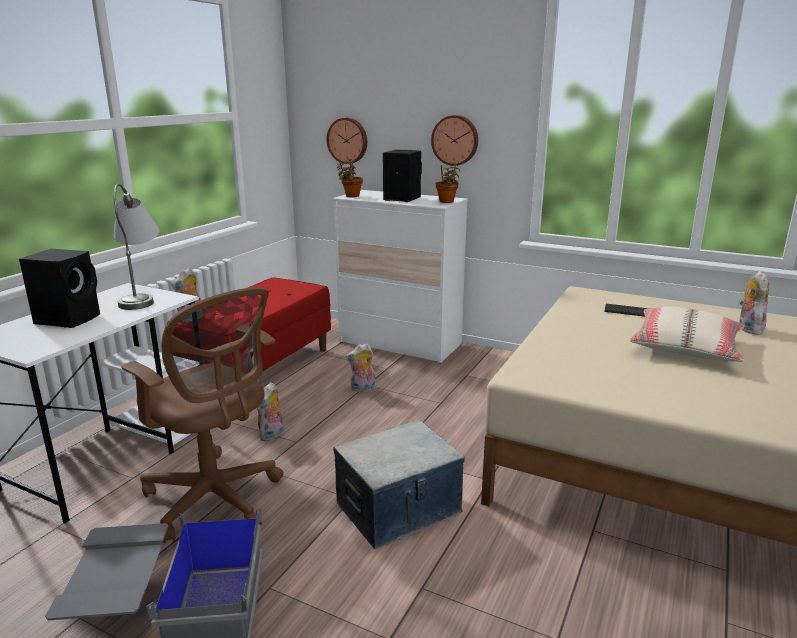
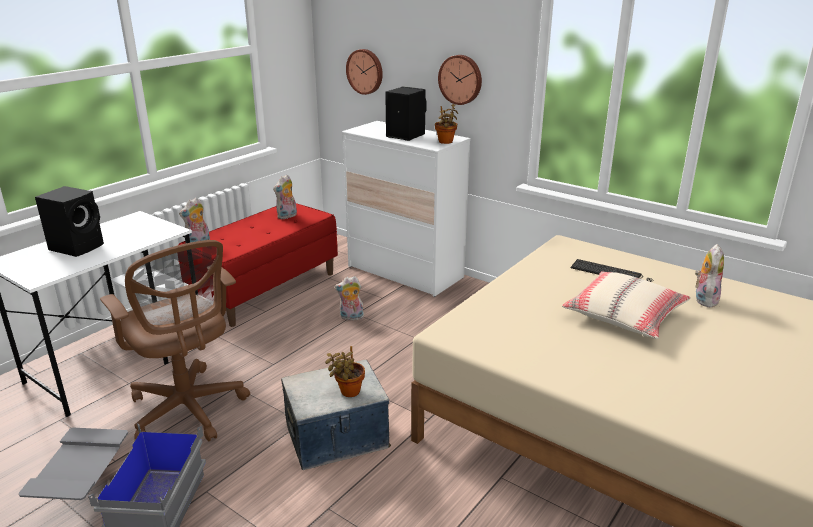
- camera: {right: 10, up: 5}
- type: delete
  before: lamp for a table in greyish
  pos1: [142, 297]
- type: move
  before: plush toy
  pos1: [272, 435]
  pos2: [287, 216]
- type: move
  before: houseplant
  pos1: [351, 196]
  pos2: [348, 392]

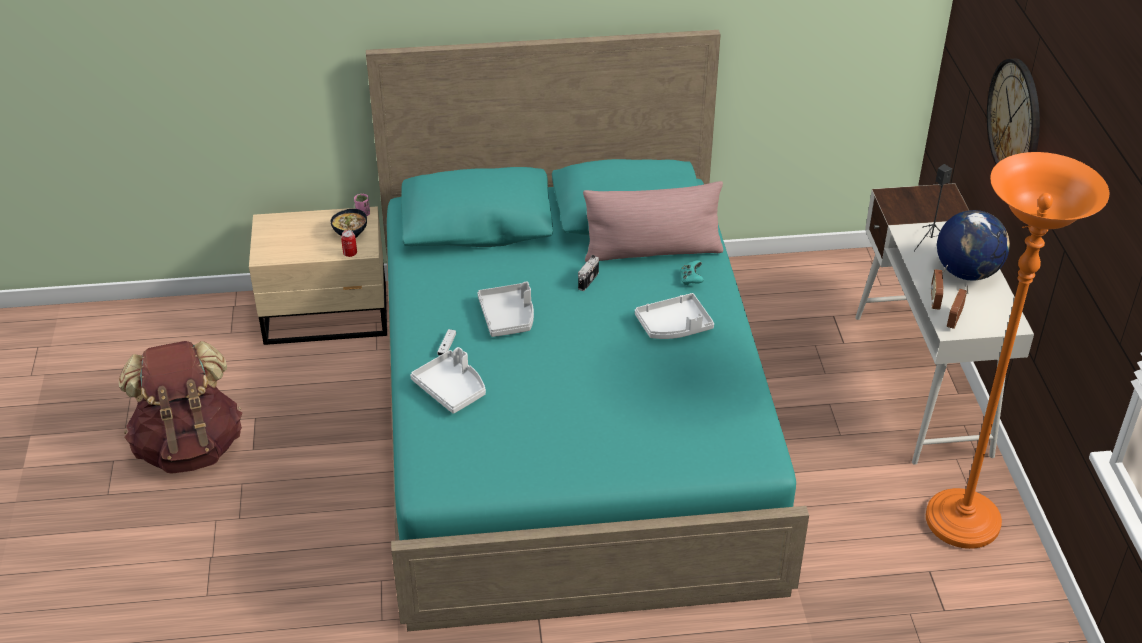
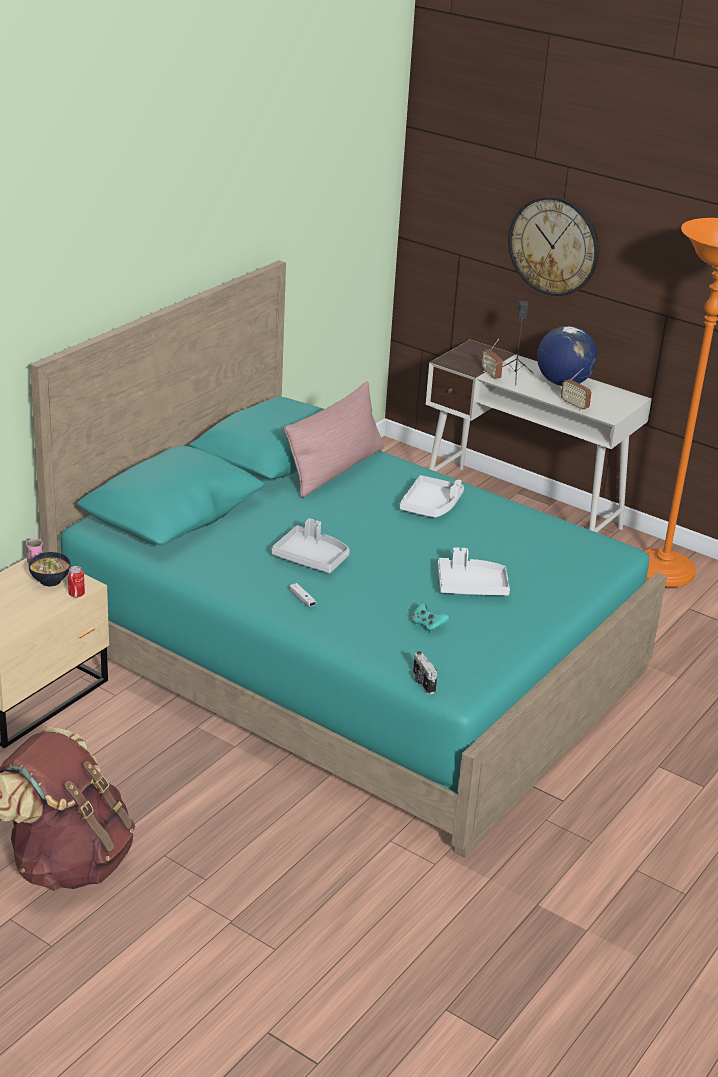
- camera: {right: -50, up: -10}
- type: move
  before: carrying tray in white-coloured
  pos1: [451, 389]
  pos2: [471, 586]
- type: move
  before: still camera
  pos1: [587, 280]
  pos2: [422, 682]
- type: move
  before: game controller in blue-green
  pos1: [691, 279]
  pos2: [427, 625]
- type: move
  before: radio receiver
  pos1: [954, 320]
  pos2: [491, 375]

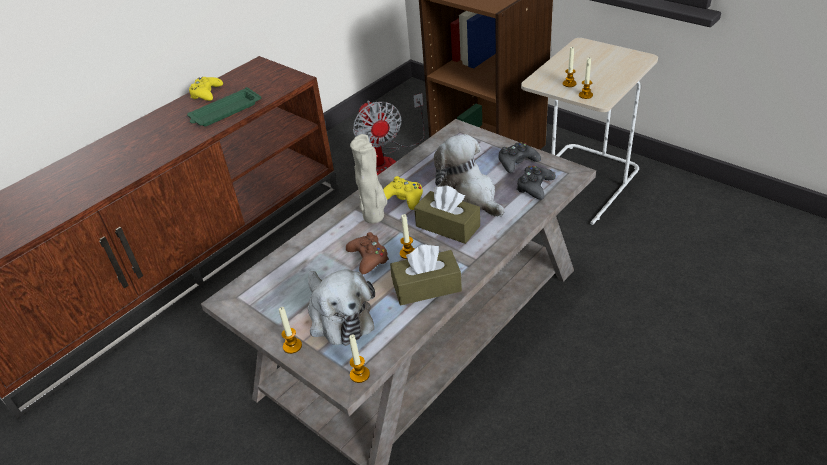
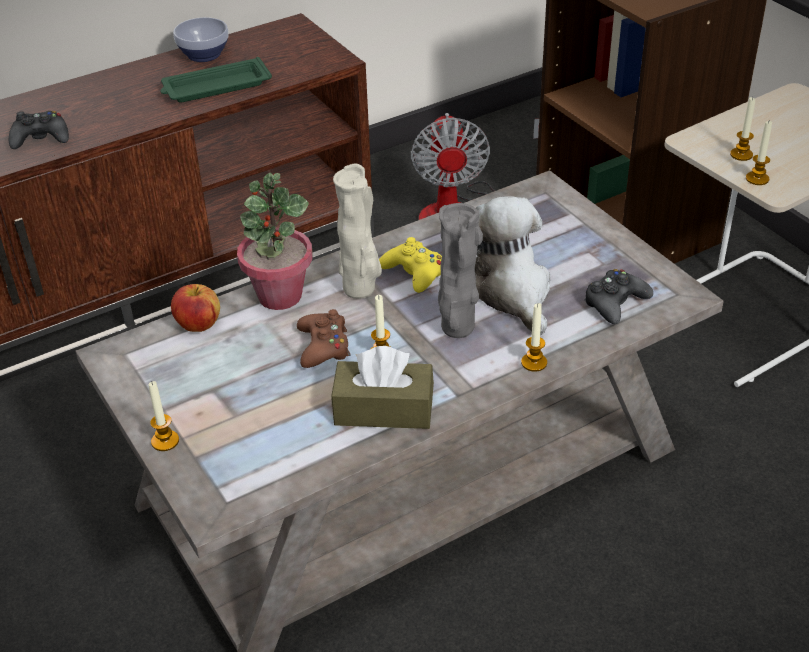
- camera: {right: 15, up: 0}
- type: replace
  before: game controller in yellow-coloured
  after: bowl
  pos1: [206, 93]
  pos2: [203, 54]
- type: delete
  before: plush toy
  pos1: [338, 316]
- type: move
  before: candle
  pos1: [359, 374]
  pos2: [534, 363]
- type: replace
  before: tissue holder in brown-coloured
  after: vase in greyish
  pos1: [448, 226]
  pos2: [457, 329]
- type: move
  before: game controller in blackish
  pos1: [517, 162]
  pos2: [40, 138]
- type: insert
  after: apple fruit
  pos2: [198, 324]
- type: insert
  after: houseplant
  pos2: [279, 295]

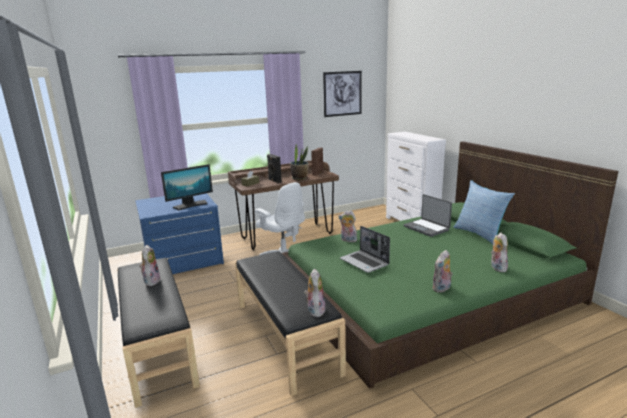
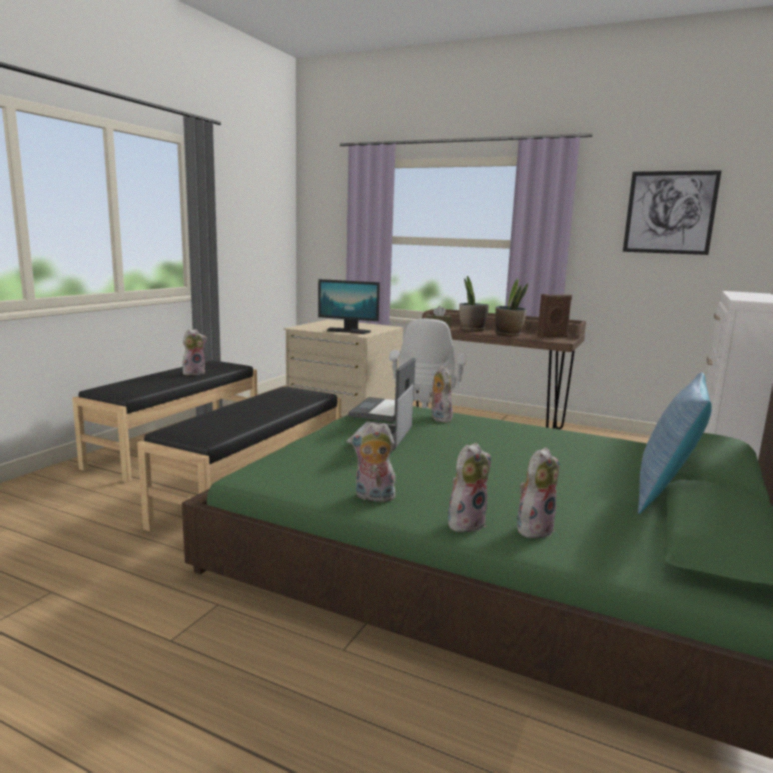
- camera: {right: 50, up: -5}
- type: recolor
  before: chest of drawers in blue
  after: chest of drawers in beige-coloured
  pos1: [183, 260]
  pos2: [343, 405]
- type: replace
  before: loudspeaker in blackish
  after: houseplant
  pos1: [274, 181]
  pos2: [472, 330]
- type: move
  before: plush toy
  pos1: [315, 310]
  pos2: [465, 522]
- type: move
  before: portable computer
  pos1: [427, 228]
  pos2: [383, 411]

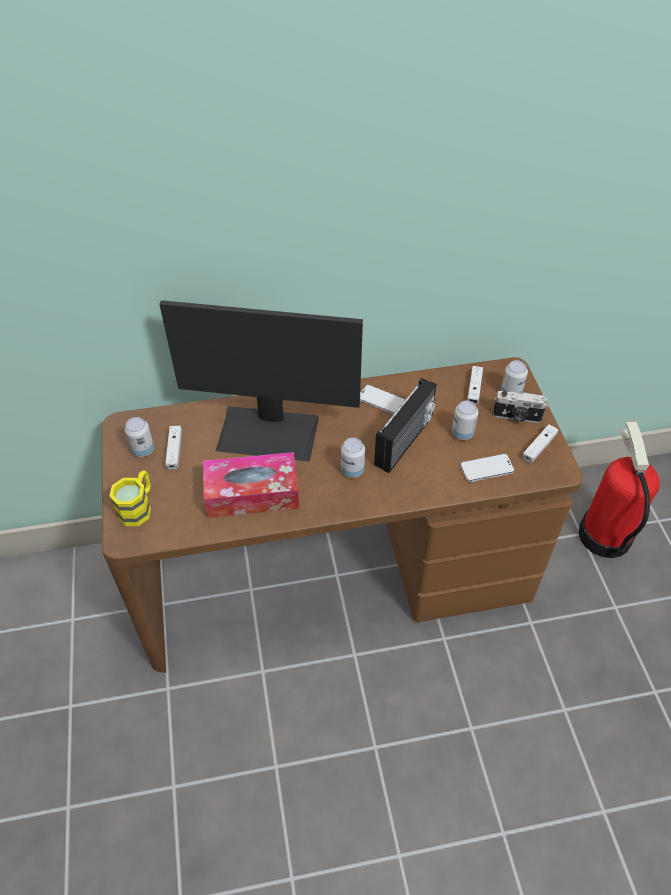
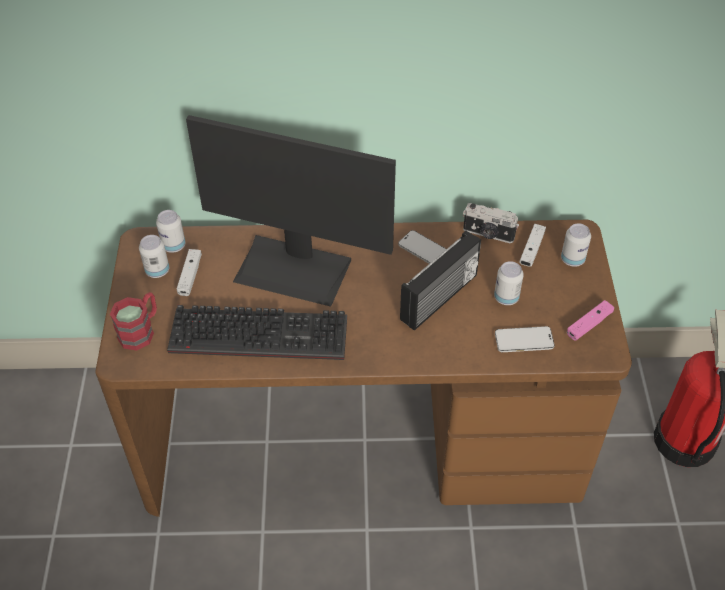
- camera: {right: 10, up: 0}
- type: recolor
  before: coffee mug in yellow-coloured
  after: coffee mug in red
  pos1: [138, 507]
  pos2: [141, 330]
- type: replace
  before: tissue holder
  after: PC keyboard
  pos1: [252, 494]
  pos2: [262, 333]
- type: move
  before: metal can
  pos1: [352, 470]
  pos2: [173, 246]
- type: move
  before: still camera
  pos1: [517, 417]
  pos2: [488, 234]
- type: recolor
  before: game controller in white-coloured
  after: game controller in pink-coloured
  pos1: [539, 447]
  pos2: [589, 324]

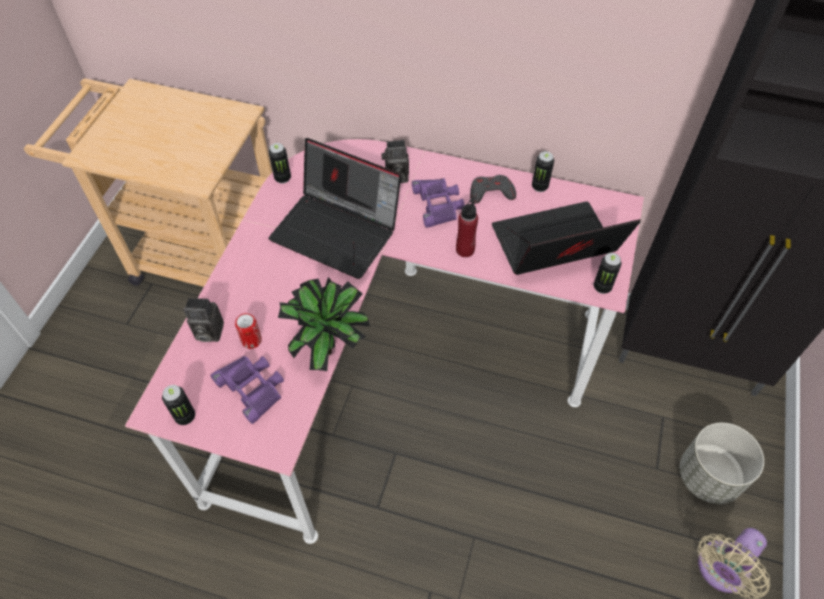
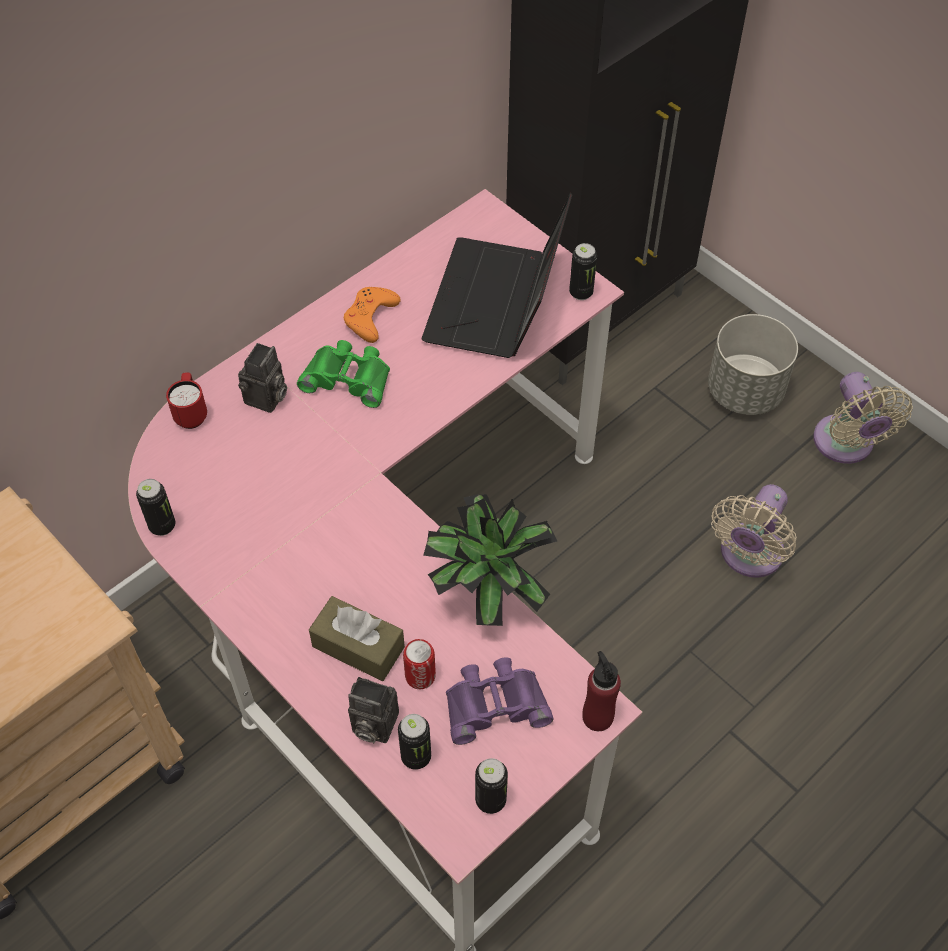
- camera: {right: -60, up: 0}
- type: rotate
  before: still camera
  pos1: [207, 332]
  pos2: [372, 724]
  turn: 75
- type: delete
  before: portable computer
  pos1: [338, 231]
- type: recolor
  before: pair of binoculars in purplish
  after: pair of binoculars in green
  pos1: [438, 204]
  pos2: [348, 378]
- type: move
  before: beverage bottle in red
  pos1: [465, 250]
  pos2: [597, 716]
- type: recolor
  before: game controller in greyish
  after: game controller in orange
  pos1: [491, 192]
  pos2: [370, 317]
- type: move
  before: metal can
  pos1: [539, 187]
  pos2: [416, 757]
- type: insert
  after: coffee mug in red
  pos2: [191, 413]
- type: insert
  after: tissue holder in brown-coloured
  pos2: [358, 646]
- type: insert
  after: cooling fan in beige-coloured
  pos2: [748, 556]

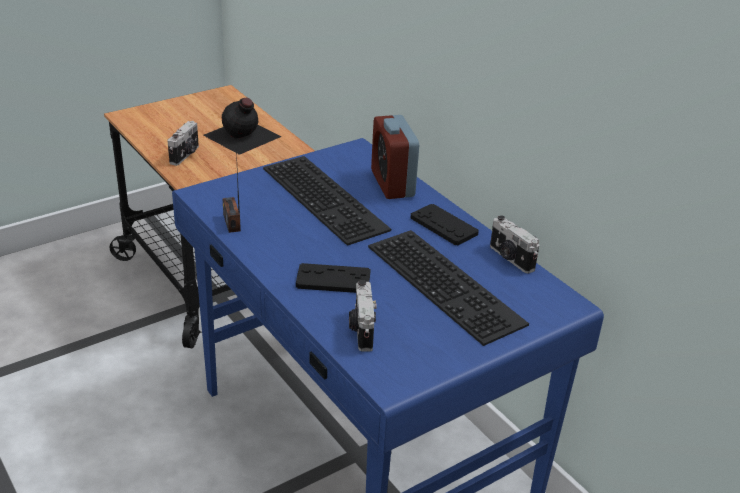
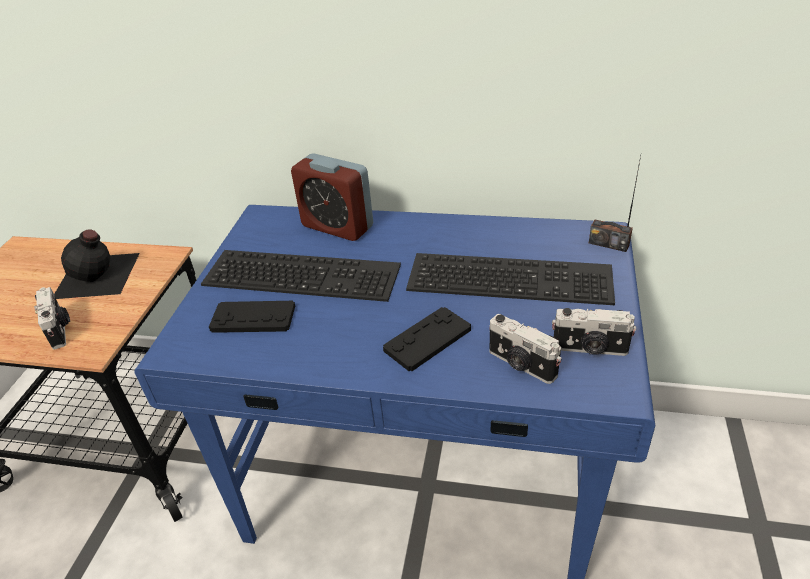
- camera: {right: -40, up: 5}
- type: move
  before: radio receiver
  pos1: [232, 222]
  pos2: [609, 244]
- type: move
  before: game controller in blackish
  pos1: [443, 226]
  pos2: [253, 318]
- type: move
  before: still camera
  pos1: [510, 258]
  pos2: [590, 349]

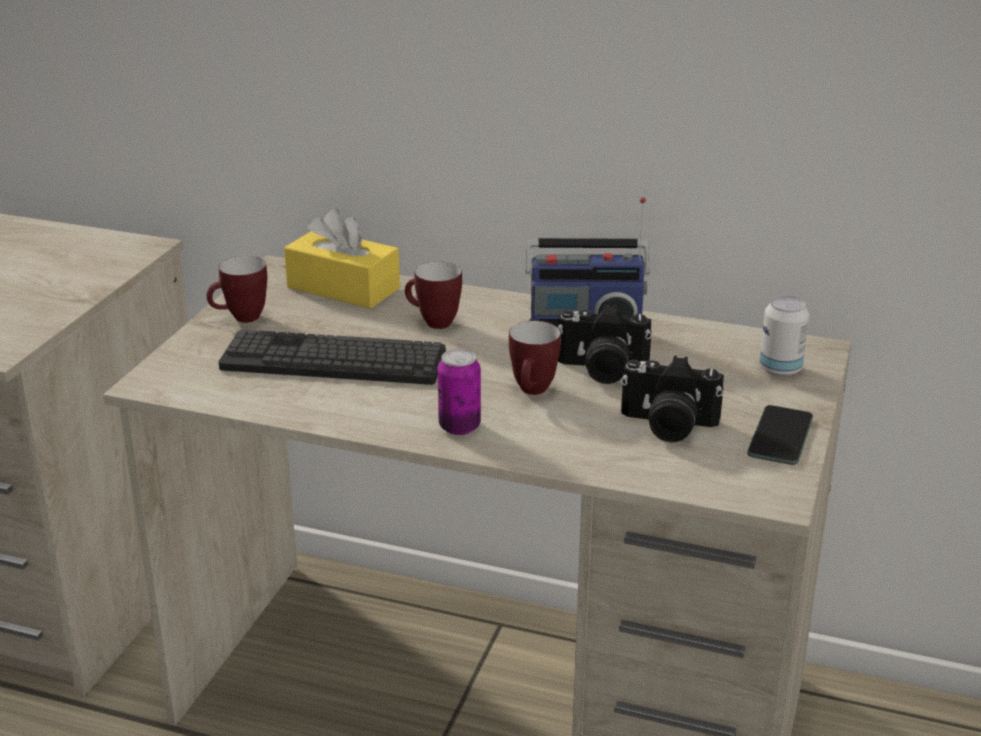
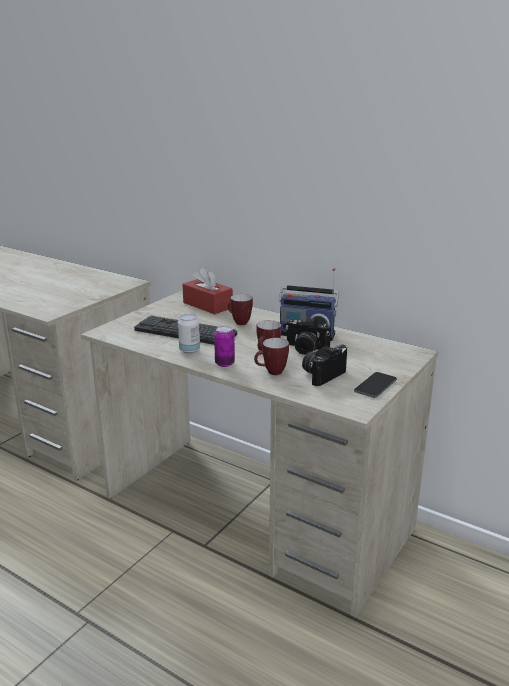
- camera: {right: 15, up: -5}
- type: move
  before: coffee mug
  pos1: [240, 319]
  pos2: [271, 372]
- type: recolor
  before: tissue holder in yellow-coloured
  after: tissue holder in red
  pos1: [343, 288]
  pos2: [207, 305]
- type: rotate
  before: still camera
  pos1: [667, 426]
  pos2: [322, 375]
  turn: 105
- type: move
  before: metal can
  pos1: [780, 369]
  pos2: [189, 350]

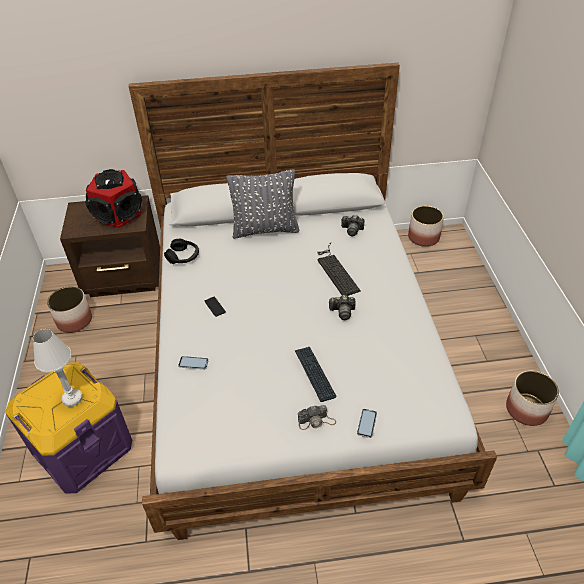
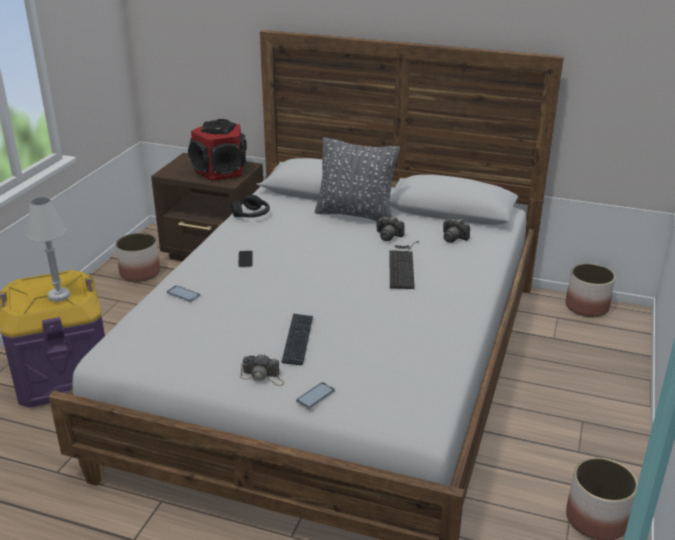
- camera: {right: 25, up: -15}
- type: move
  before: still camera
  pos1: [342, 312]
  pos2: [388, 236]

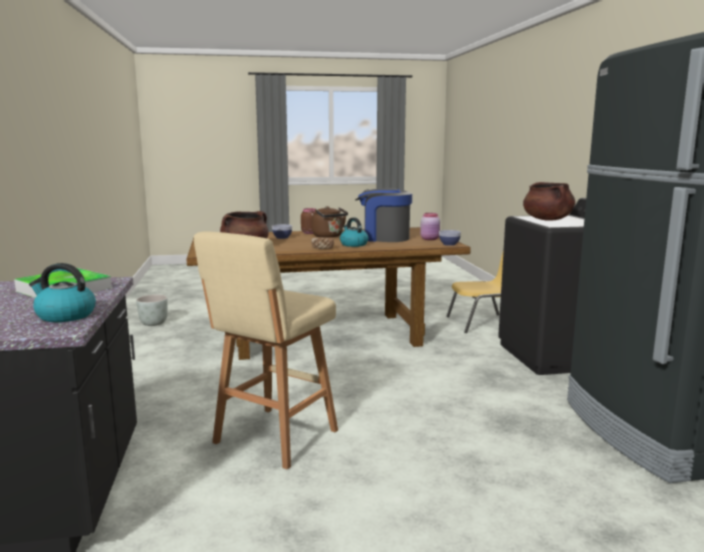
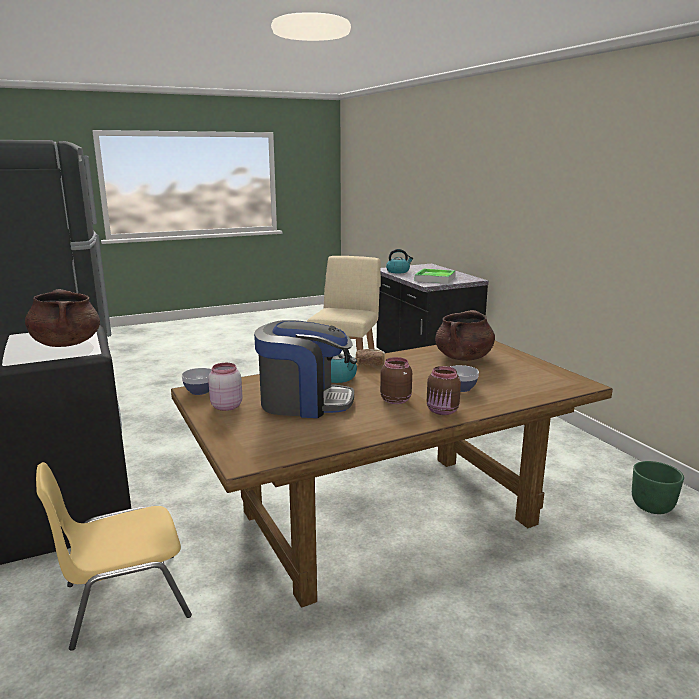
- camera: {right: 165, up: 5}
- type: recolor
  before: plant pot in greyish
  after: plant pot in green
  pos1: [153, 323]
  pos2: [652, 507]
- type: replace
  before: tea kettle in brown-coloured
  after: storage jar in brown-coloured
  pos1: [329, 236]
  pos2: [395, 400]

